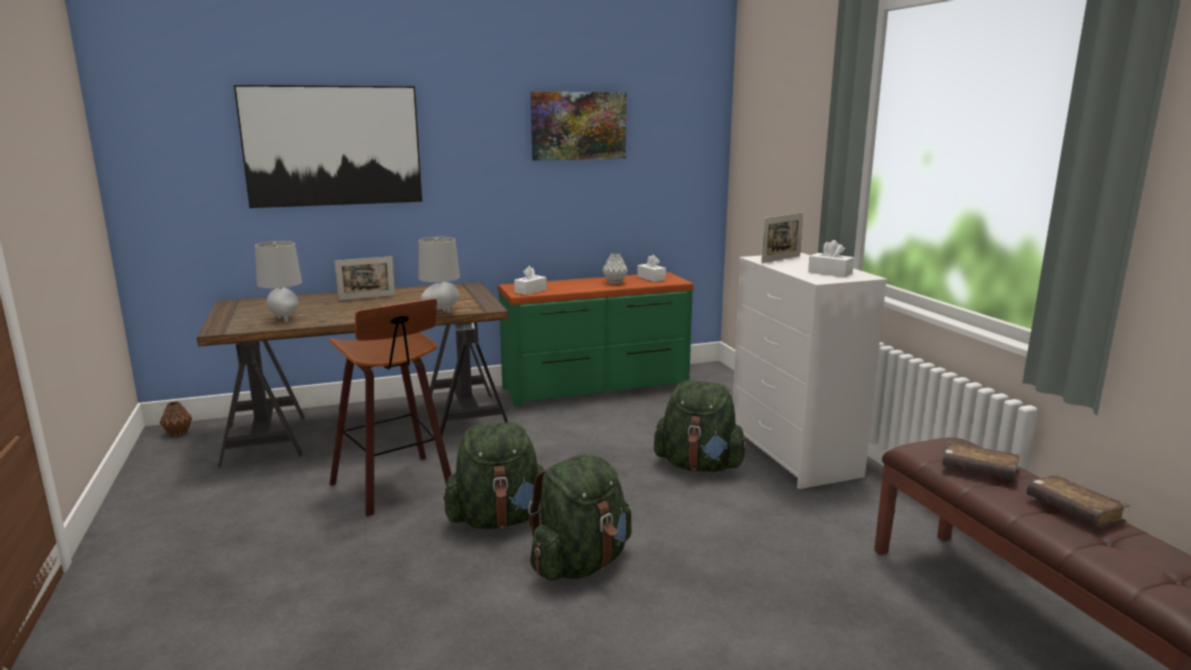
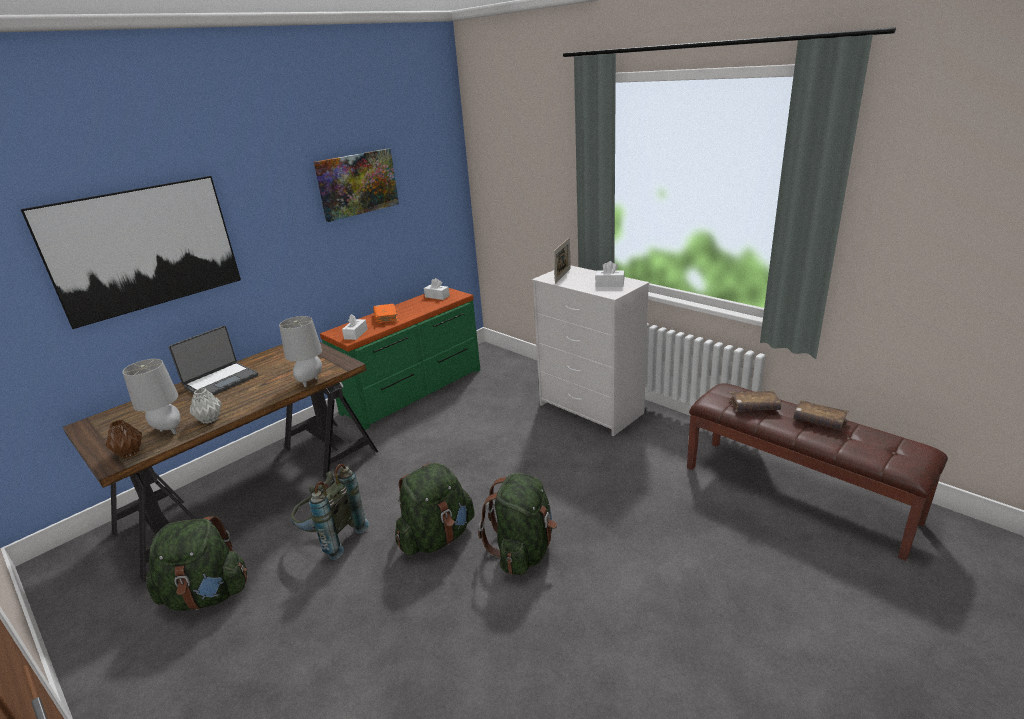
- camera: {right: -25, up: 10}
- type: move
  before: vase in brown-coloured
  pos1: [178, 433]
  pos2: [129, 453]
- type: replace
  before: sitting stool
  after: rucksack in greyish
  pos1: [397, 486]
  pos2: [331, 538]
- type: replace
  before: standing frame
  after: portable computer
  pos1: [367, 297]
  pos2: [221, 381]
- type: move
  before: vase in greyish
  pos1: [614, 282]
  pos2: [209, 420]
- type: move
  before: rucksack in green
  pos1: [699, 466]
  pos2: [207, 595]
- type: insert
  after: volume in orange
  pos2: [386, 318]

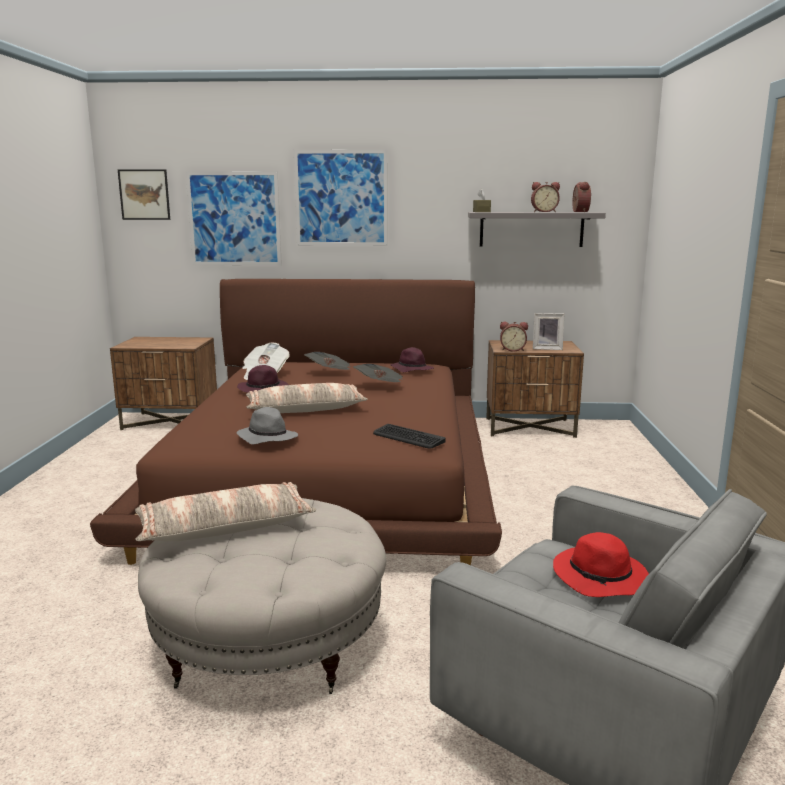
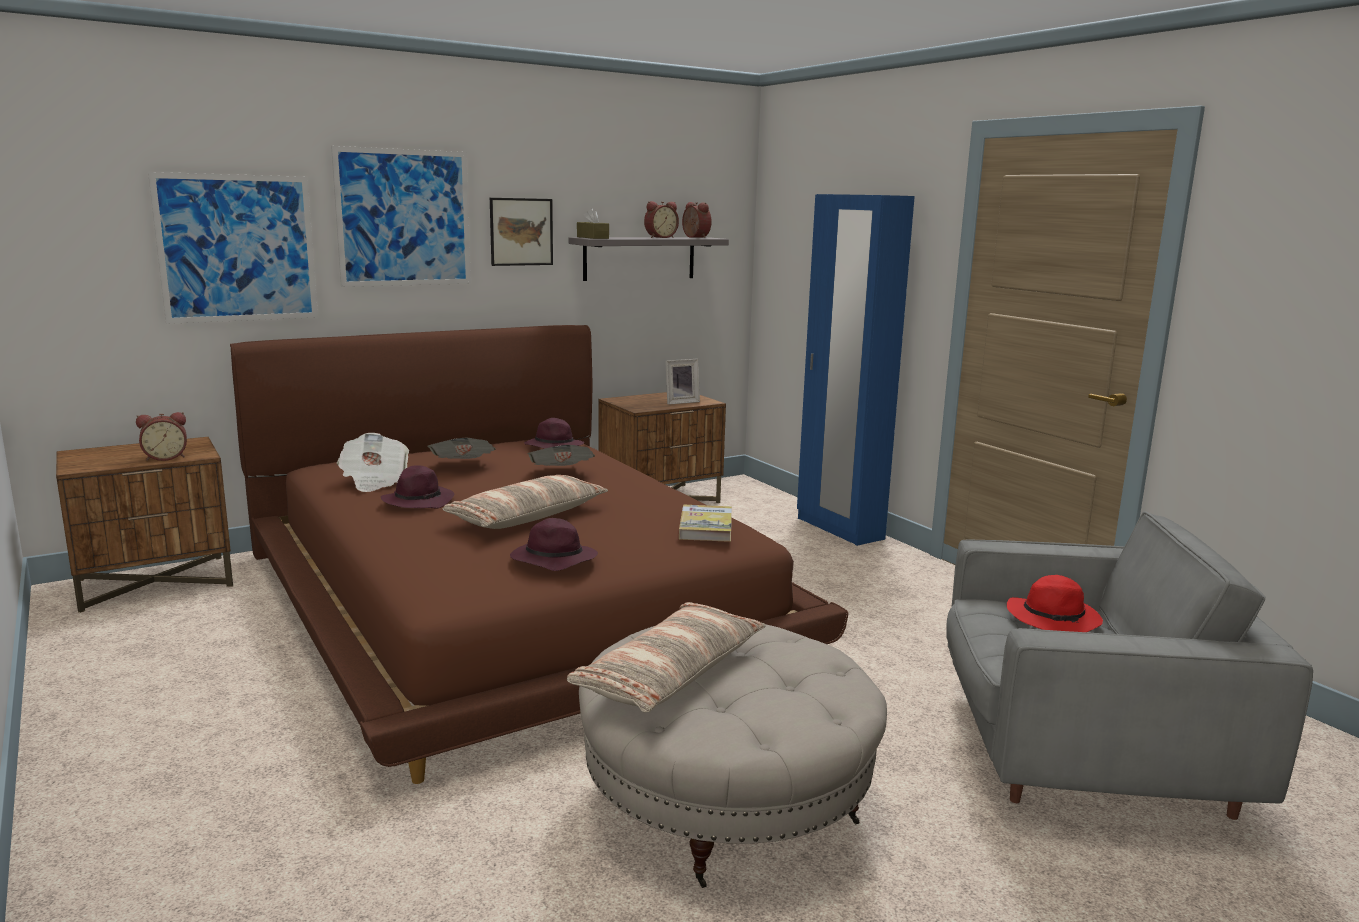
- camera: {right: -35, up: 0}
- type: move
  before: picture
  pos1: [144, 194]
  pos2: [521, 232]
- type: recolor
  before: hat in greyish
  after: hat in purplish
  pos1: [267, 438]
  pos2: [552, 560]
- type: replace
  before: PC keyboard
  after: volume
  pos1: [408, 437]
  pos2: [705, 527]
- type: move
  before: bedside clock
  pos1: [512, 350]
  pos2: [165, 457]
- type: insert
  after: armoire in blue
  pos2: [839, 529]

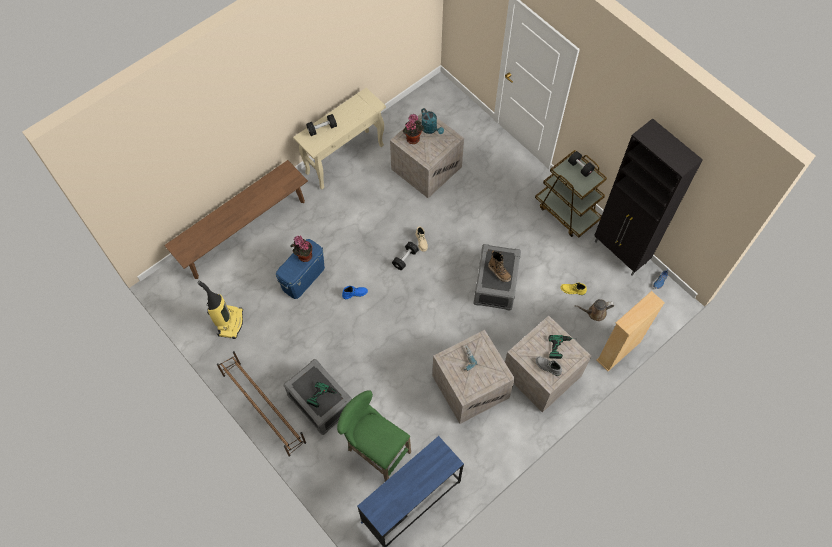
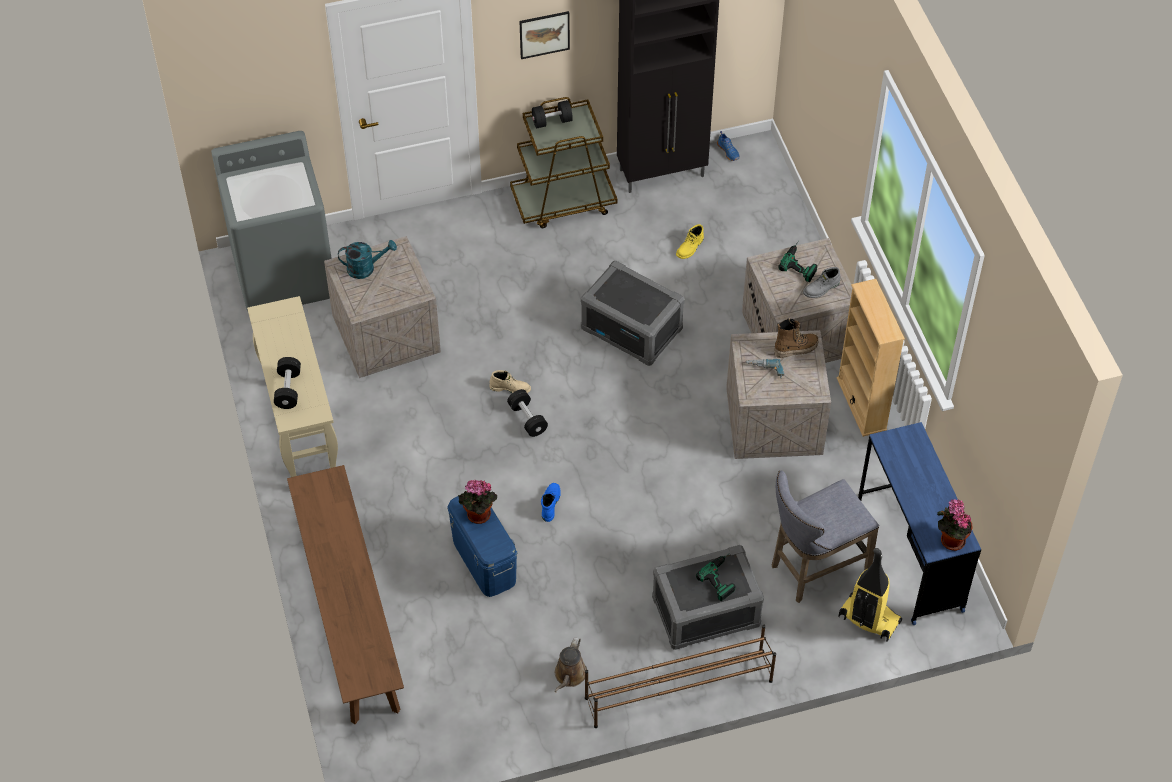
- camera: {right: -65, up: -10}
- type: move
  before: vacuum
  pos1: [229, 322]
  pos2: [868, 619]
- type: recolor
  before: sitting stool in green
  after: sitting stool in greyish
  pos1: [375, 450]
  pos2: [814, 569]
- type: move
  before: houseplant
  pos1: [413, 138]
  pos2: [950, 540]
- type: move
  before: high-top boot
  pos1: [499, 272]
  pos2: [795, 348]
- type: move
  before: watering pot in brown-coloured
  pos1: [594, 313]
  pos2: [569, 676]
- type: move
  before: bookcase in beige-coloured
  pos1: [618, 351]
  pos2: [861, 404]
- type: insert
  after: washing machine in greyish
  pos2: [285, 274]
- type: insert
  after: picture
  pos2: [544, 34]

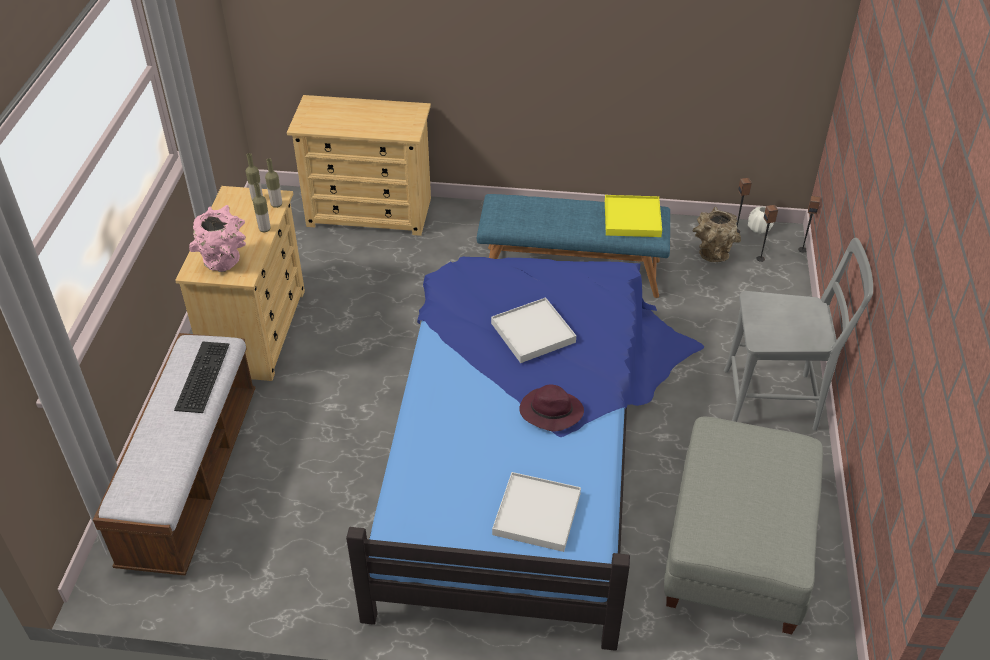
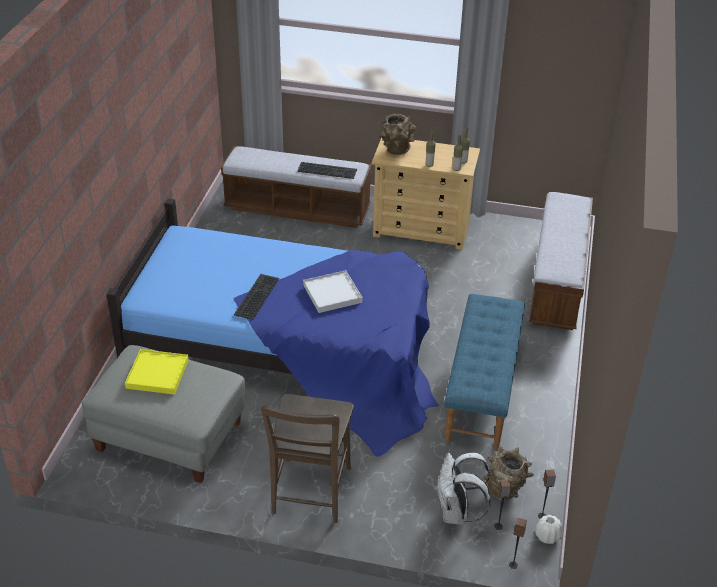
- camera: {right: 95, up: -5}
- type: recolor
  before: vase in pink-coloured
  after: vase in brown-coloured
  pos1: [225, 262]
  pos2: [396, 151]
- type: replace
  before: chest of drawers in beige-coloured
  after: indoor bench
  pos1: [370, 212]
  pos2: [557, 282]
- type: delete
  before: carrying tray in white-coloured
  pos1: [537, 514]
- type: replace
  before: hat in purplish
  after: PC keyboard
  pos1: [550, 412]
  pos2: [256, 295]
- type: move
  before: carrying tray in yellow-coloured
  pos1: [632, 219]
  pos2: [157, 374]
- type: recolor
  before: chair in greyish
  after: chair in brown-coloured
  pos1: [776, 400]
  pos2: [310, 494]
- type: insert
  after: rucksack in white-coloured
  pos2: [456, 513]

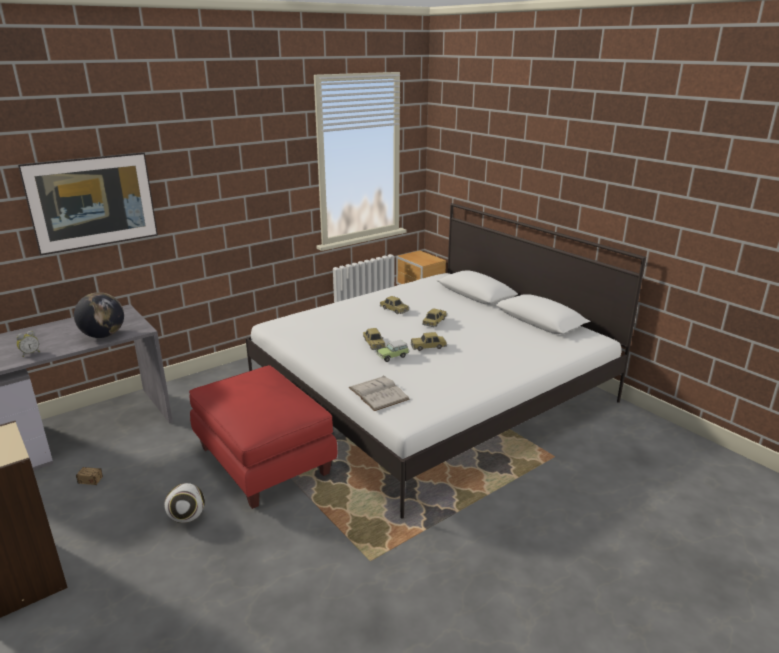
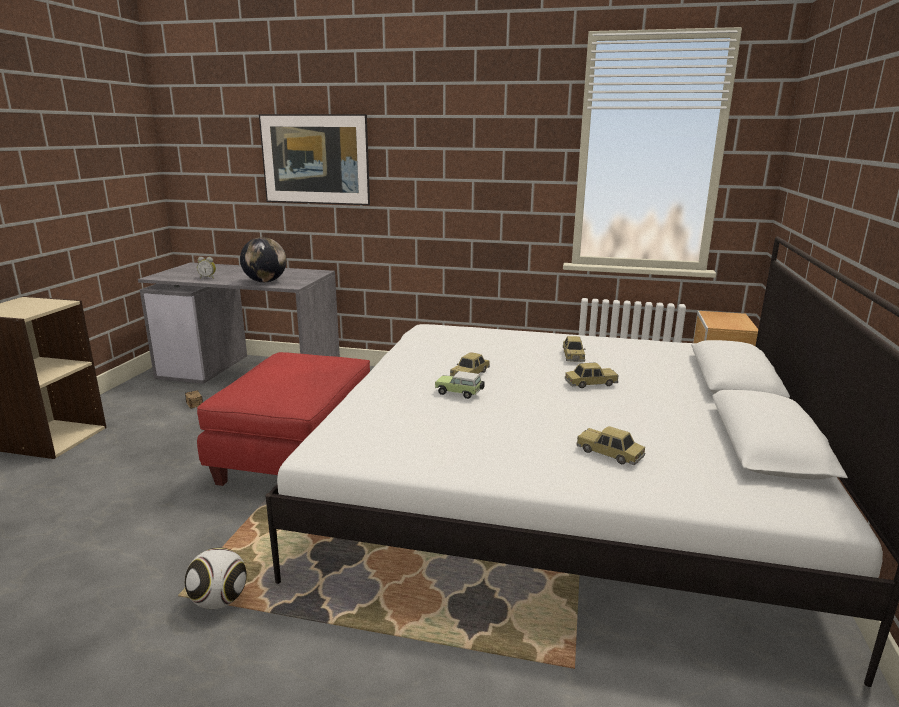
- camera: {right: 50, up: -5}
- type: move
  before: football
  pos1: [187, 518]
  pos2: [219, 601]
- type: delete
  before: volume in white-coloured
  pos1: [378, 393]
- type: move
  before: miniature car
  pos1: [428, 347]
  pos2: [609, 454]

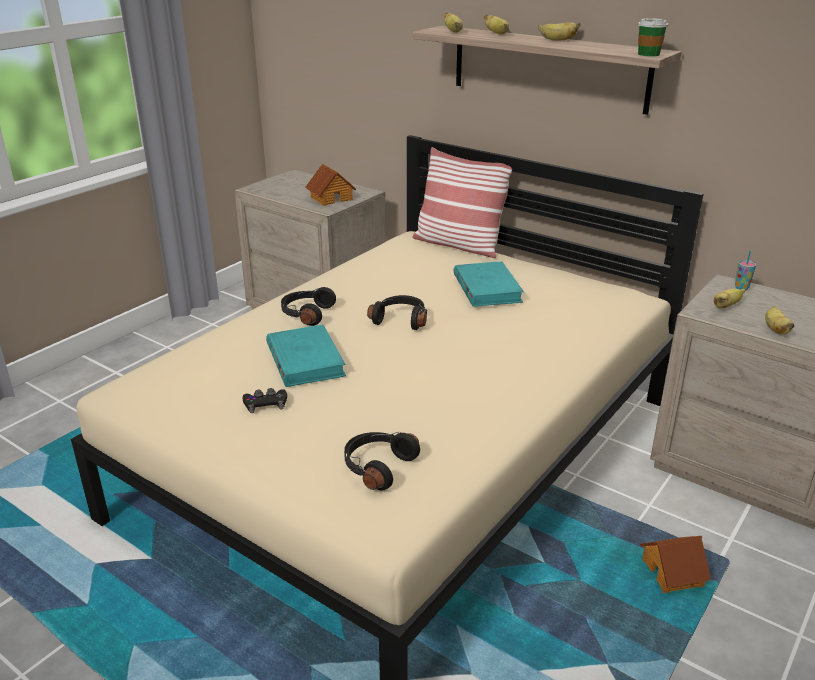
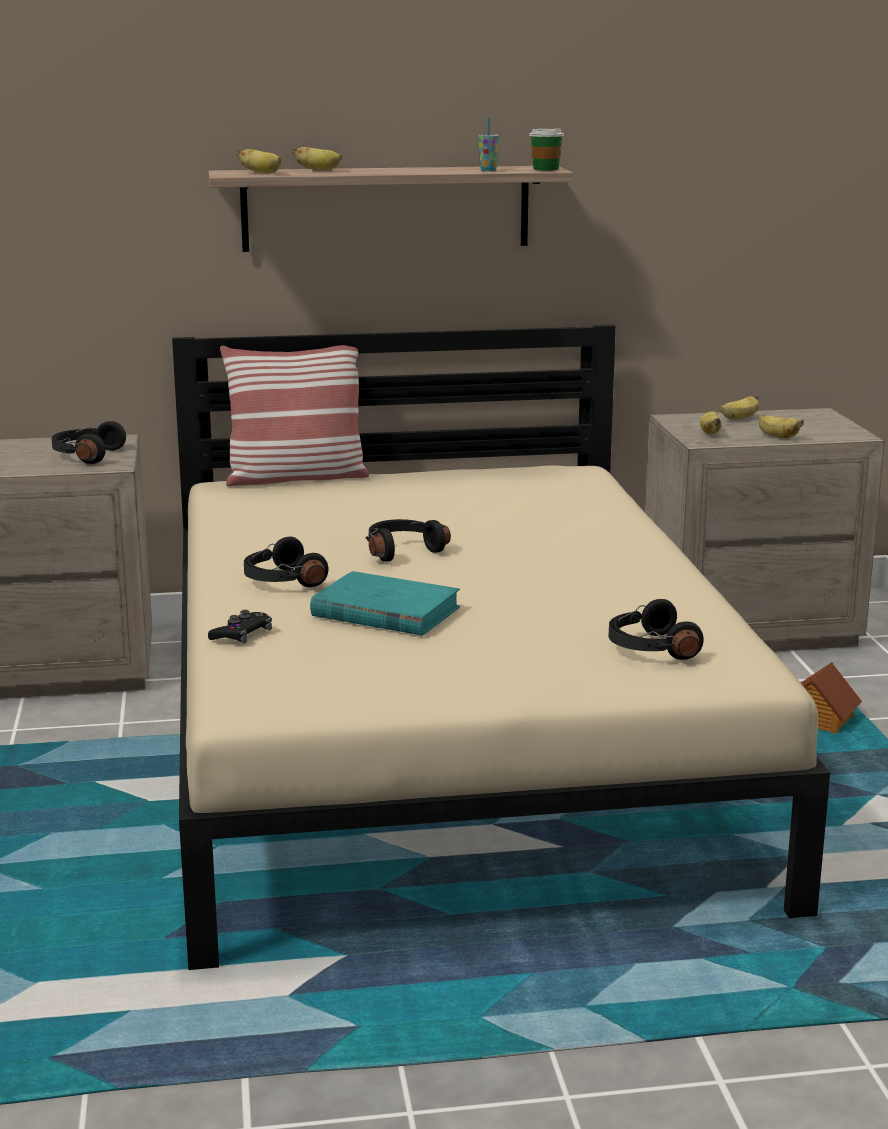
- camera: {right: -45, up: -10}
- type: move
  before: game controller in blackish
  pos1: [265, 404]
  pos2: [241, 634]
- type: replace
  before: toy house
  after: headphones in blackish
  pos1: [331, 198]
  pos2: [86, 455]
- type: delete
  before: volume in blue-green
  pos1: [487, 288]
- type: move
  before: banana
  pos1: [557, 40]
  pos2: [739, 419]
- type: move
  before: small cup
  pos1: [741, 288]
  pos2: [488, 170]

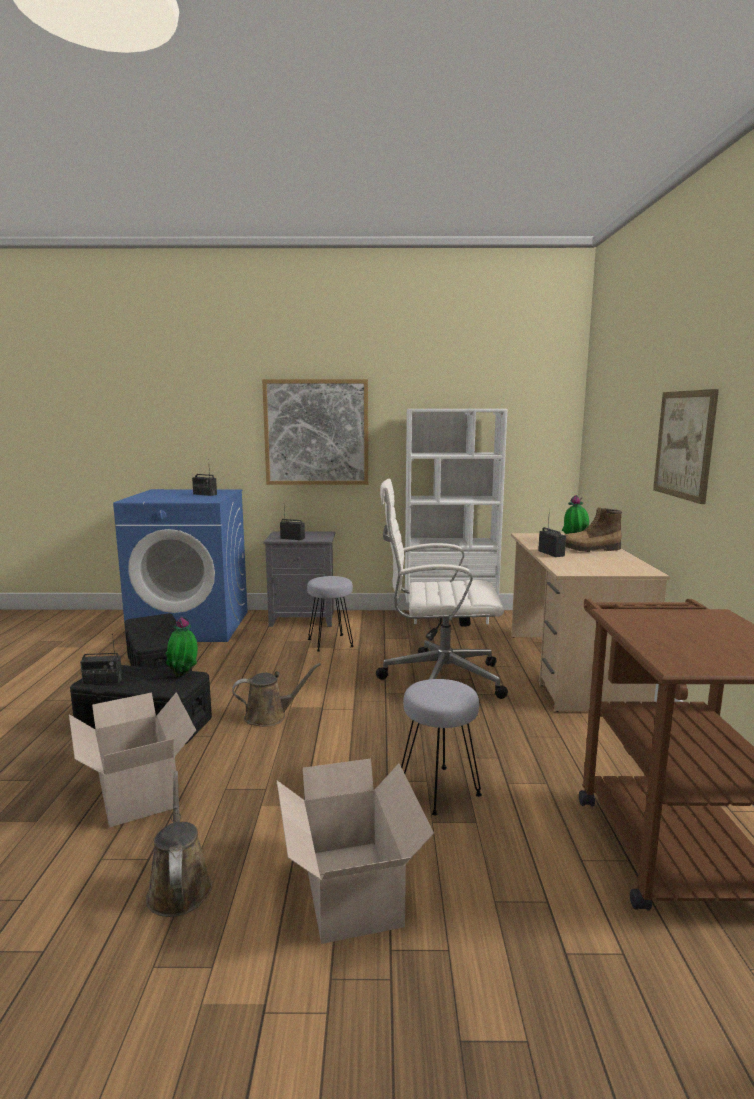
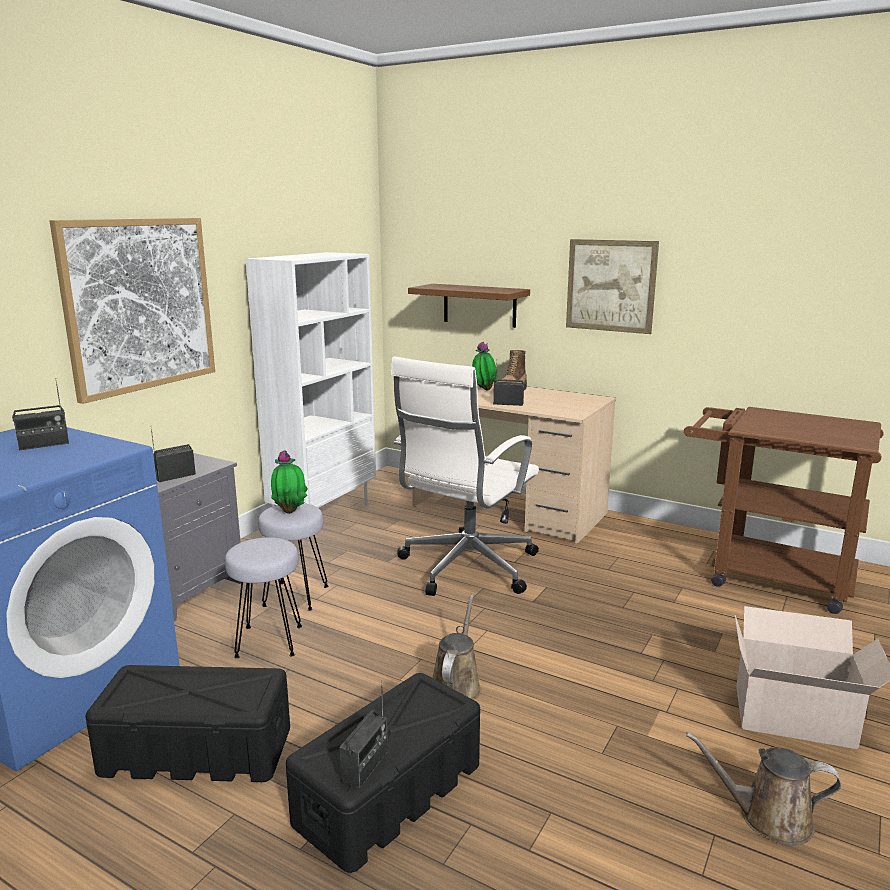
- camera: {right: -60, up: 5}
- type: delete
  before: carton
  pos1: [137, 789]
- type: move
  before: houseplant
  pos1: [184, 675]
  pos2: [290, 511]
- type: move
  before: sitting stool in greyish
  pos1: [438, 789]
  pos2: [268, 641]
- type: insert
  after: bracket shelf in brown-coloured
  pos2: [479, 305]

